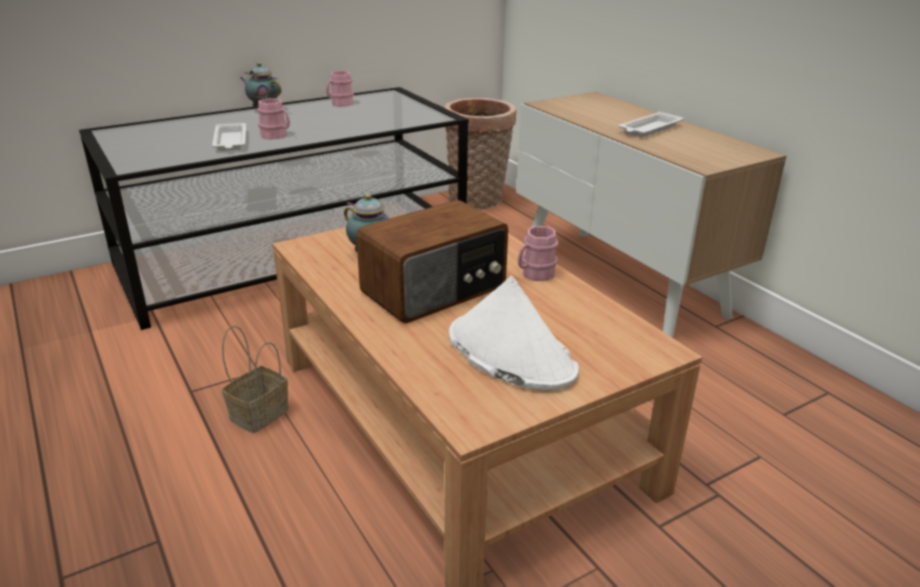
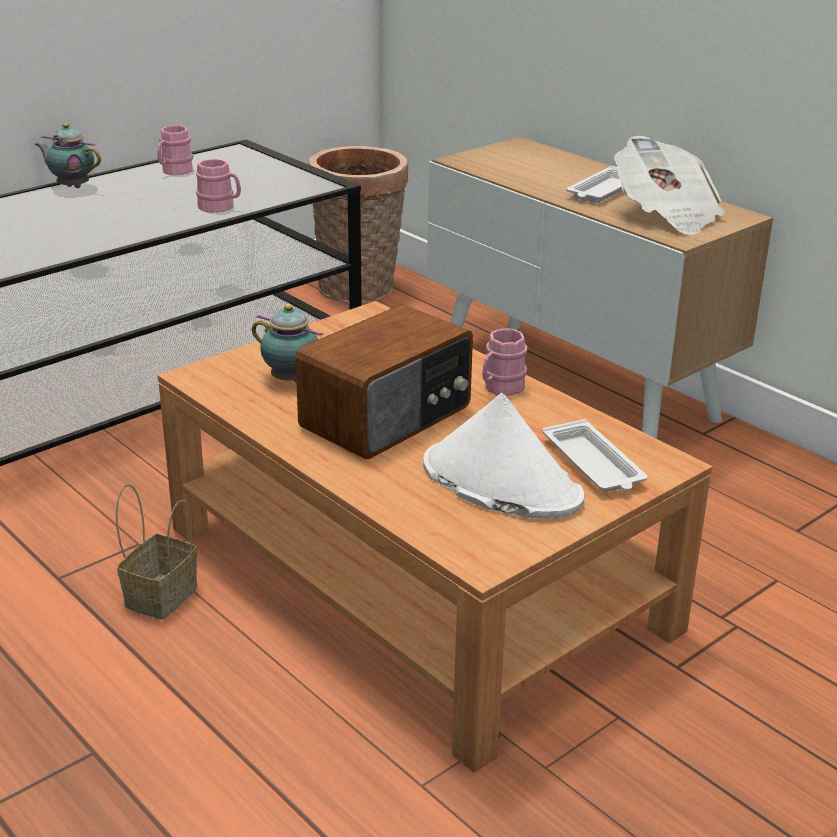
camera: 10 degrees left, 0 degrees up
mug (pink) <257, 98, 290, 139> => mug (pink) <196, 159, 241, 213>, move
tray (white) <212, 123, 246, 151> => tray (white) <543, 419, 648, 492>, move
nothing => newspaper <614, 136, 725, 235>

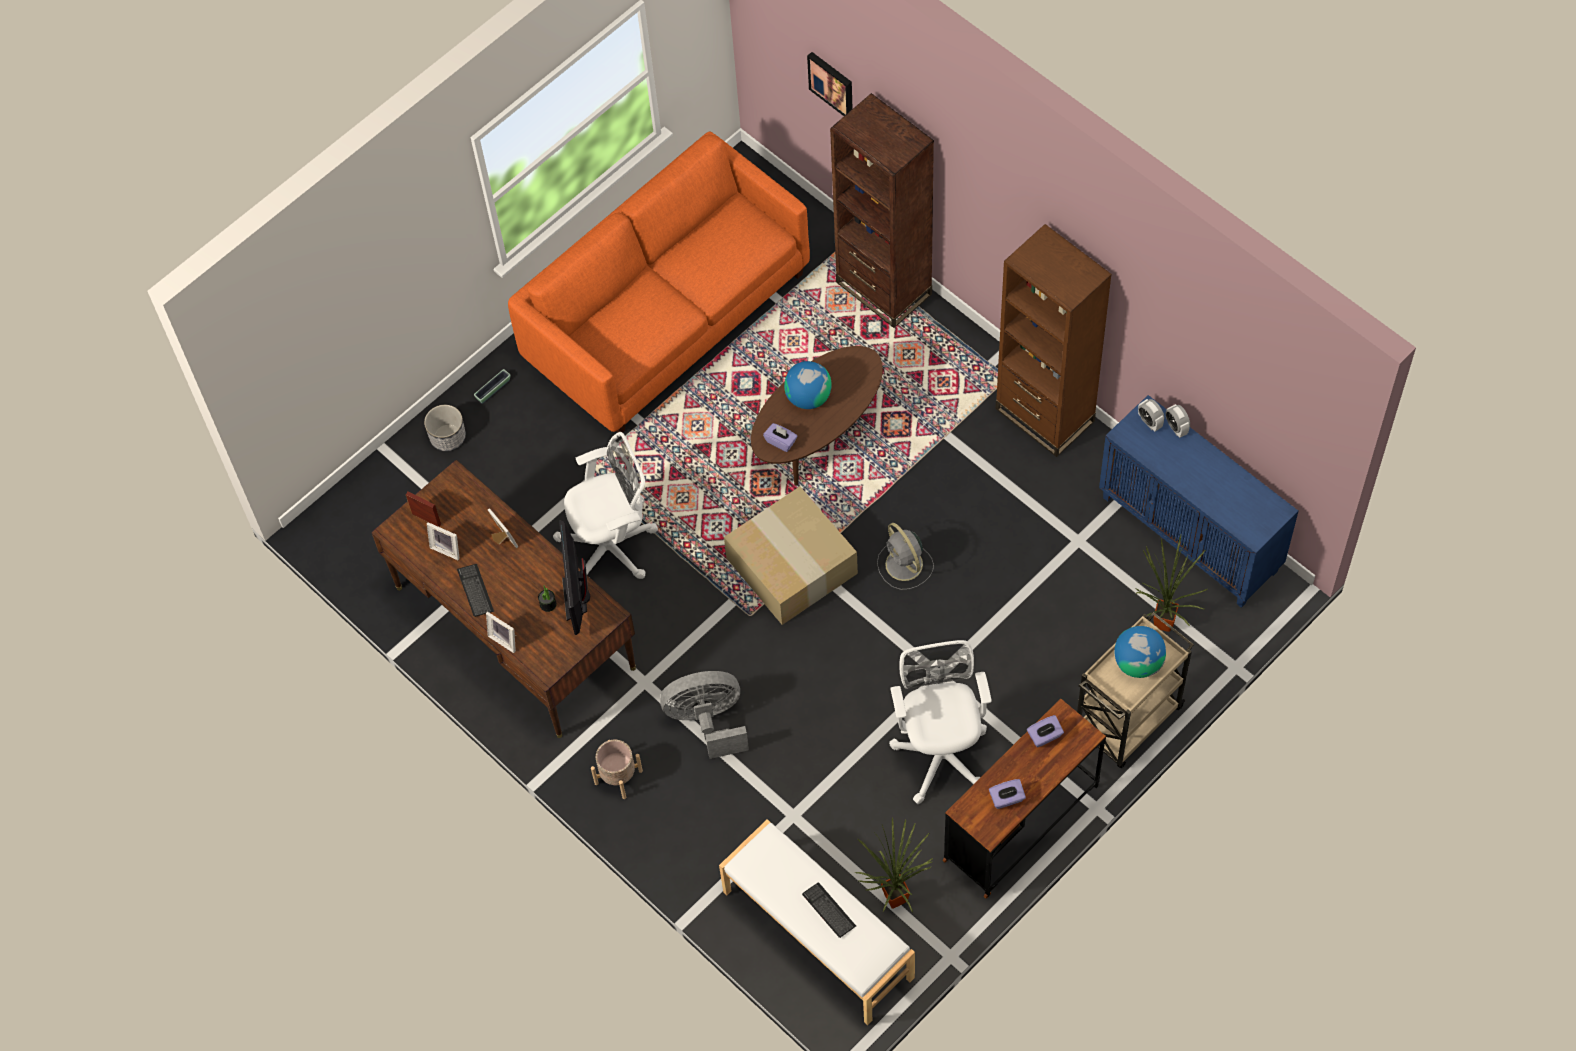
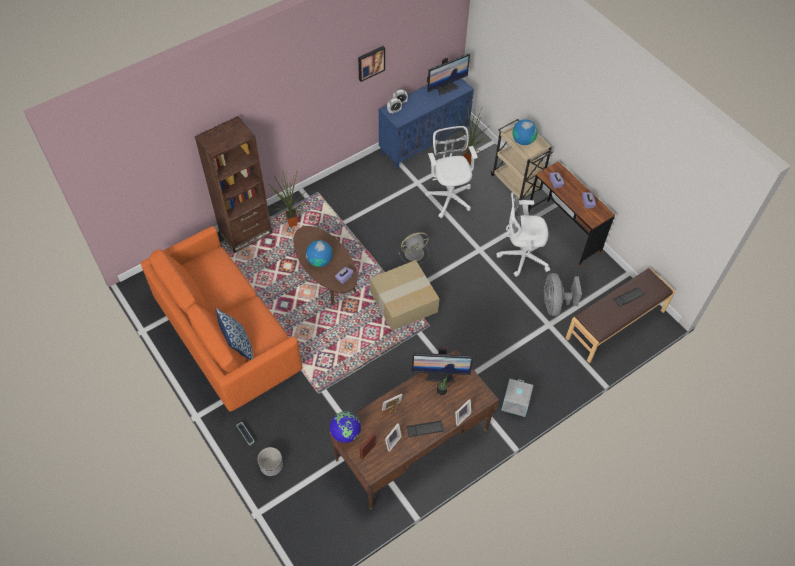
camera: 85 degrees left, 5 degrees down
picture <807, 52, 853, 116> => picture <358, 46, 385, 82>, move
bookcase (brown) <995, 224, 1112, 457> => nothing
office chair (white) <553, 432, 658, 579> => office chair (white) <425, 126, 478, 218>, move
fan (grey) <660, 671, 749, 759> => fan (grey) <544, 273, 582, 316>, move
planter (beige) <591, 740, 643, 799> => storage box (grey) <501, 379, 533, 417>
potted plant <855, 817, 933, 912> => potted plant <269, 169, 309, 227>, move
bench (white) <719, 819, 915, 1025> => bench (brown) <566, 268, 675, 363>
nothing => monitor <427, 54, 470, 95>
nothing => pillow <215, 308, 254, 360>
nothing => globe <330, 411, 361, 443>

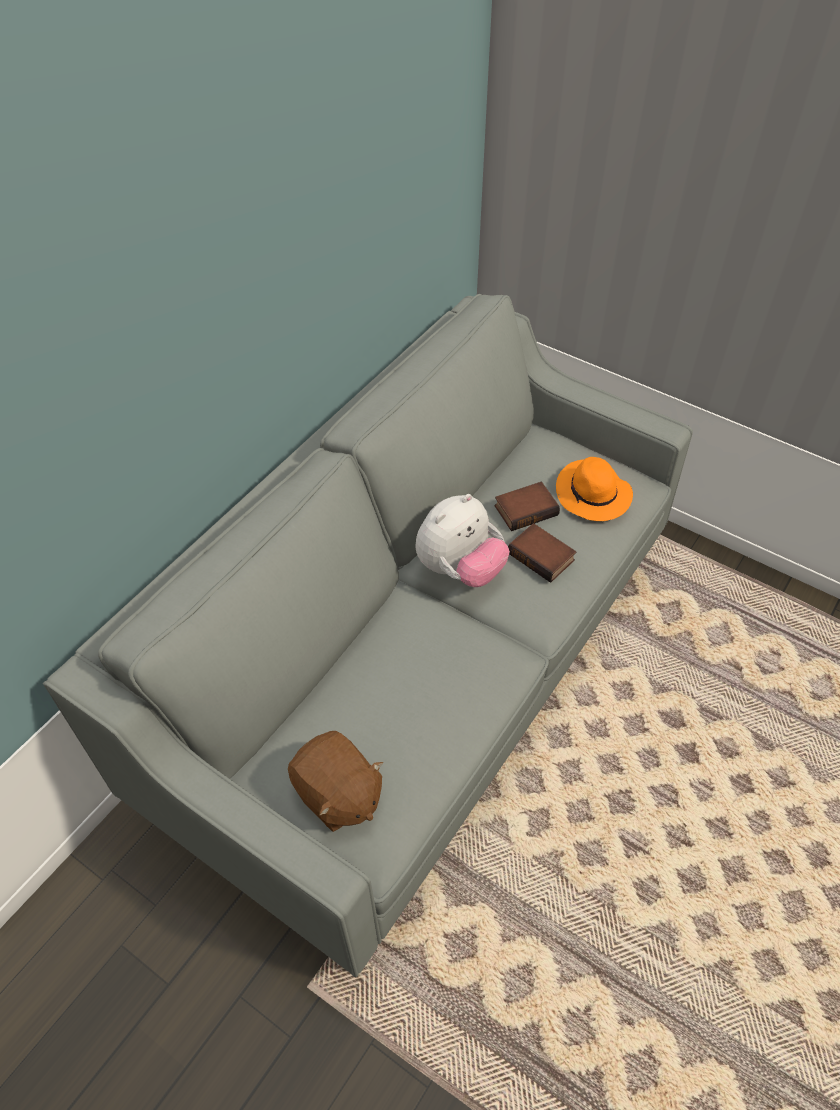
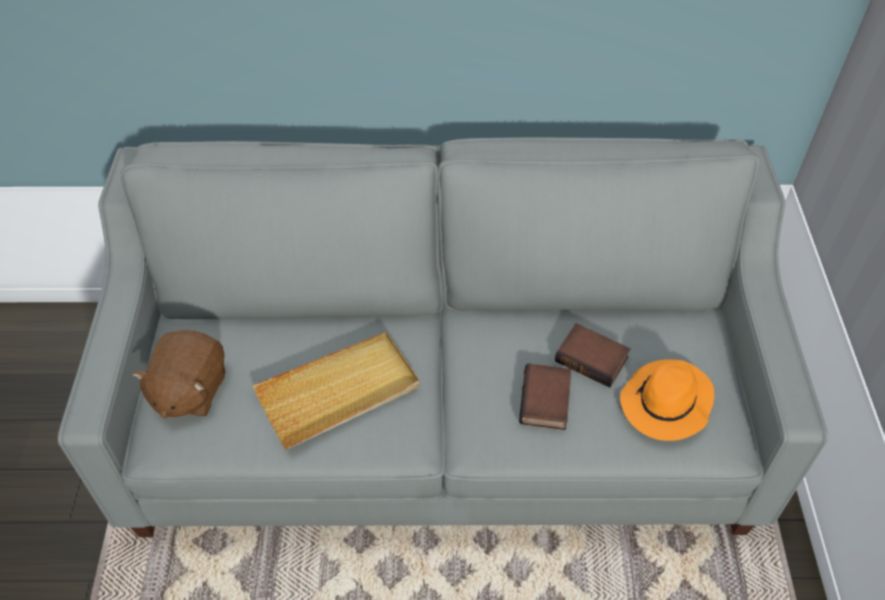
camera: 55 degrees right, 0 degrees up
plush toy <415, 494, 510, 587> => nothing
nothing => tray (beige) <253, 332, 419, 450>

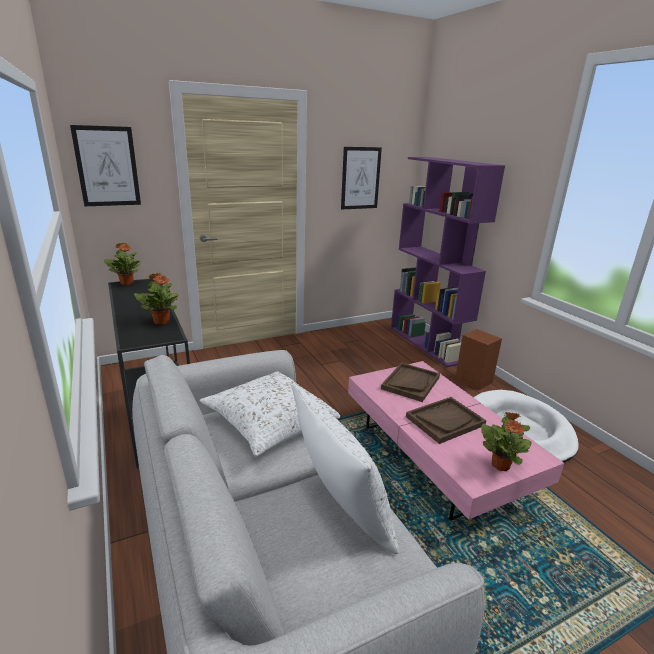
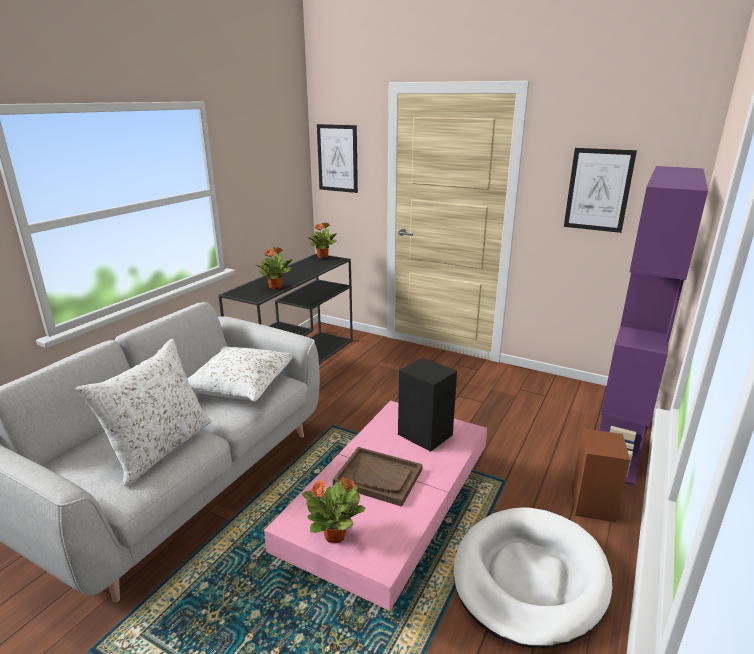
camera: 55 degrees right, 0 degrees up
tray (brown) <381, 363, 440, 402> => speaker (black) <398, 358, 457, 452>

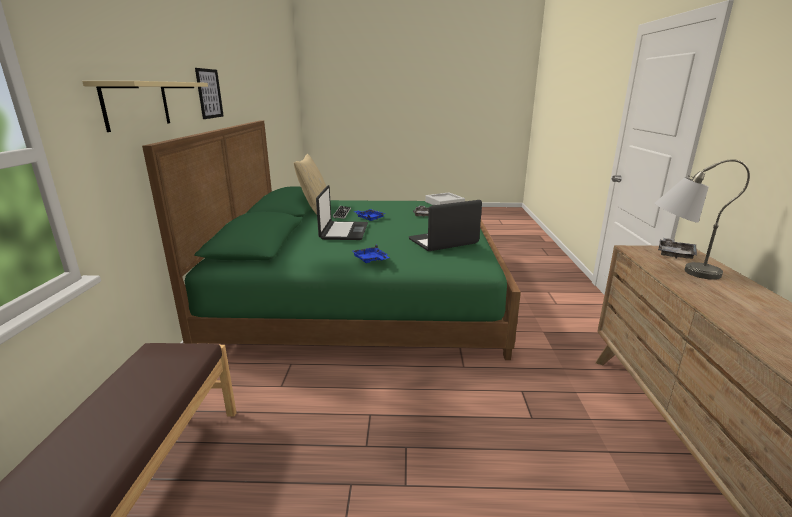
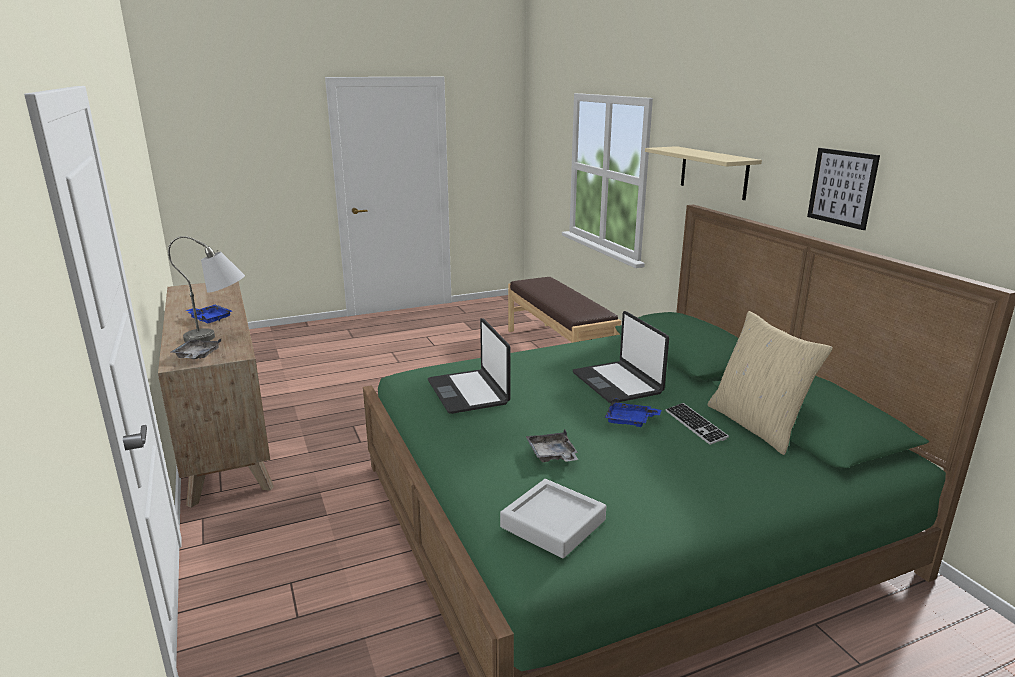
camera: 155 degrees right, 0 degrees up
laptop <409, 200, 482, 251> => laptop <428, 318, 511, 414>, 120 degrees clockwise
tray (blue) <352, 245, 389, 263> => tray (blue) <186, 305, 232, 323>, move

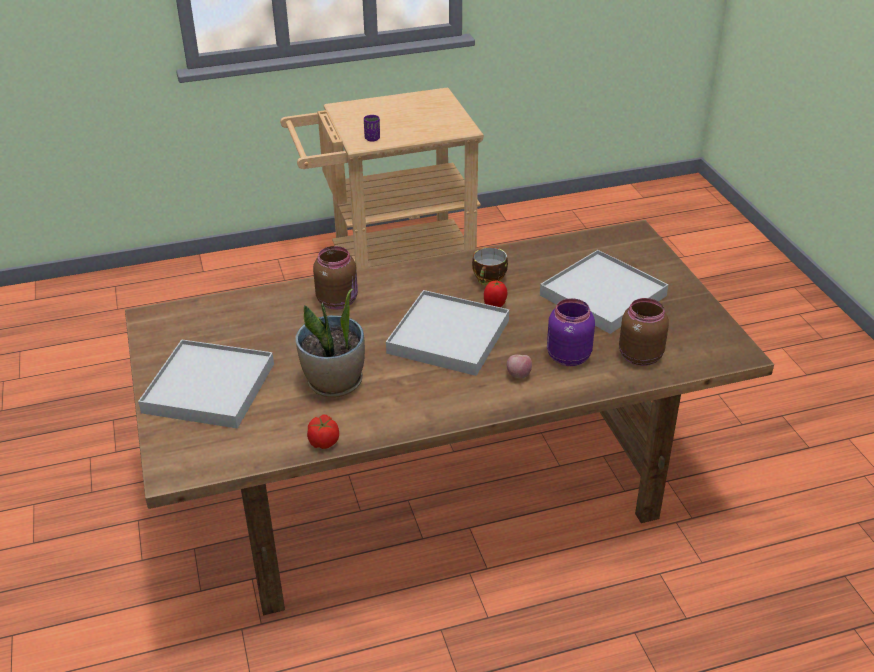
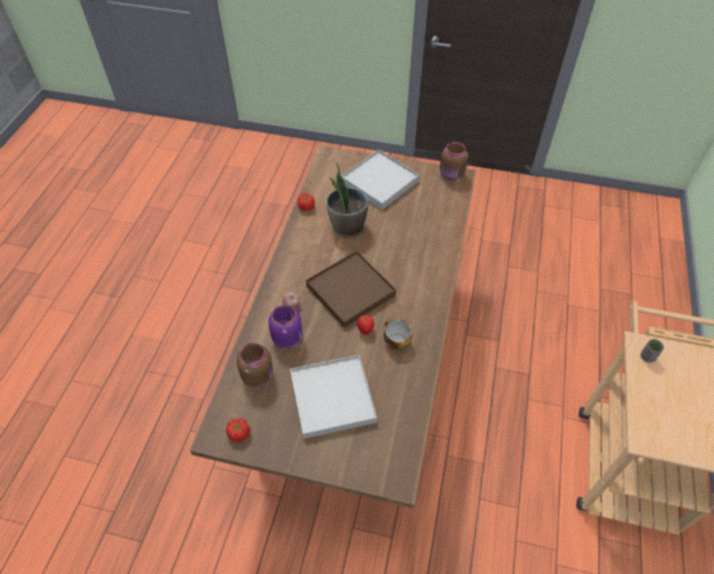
camera: 120 degrees right, 15 degrees up
cup (purple) <364, 115, 380, 142> => cup (grey) <640, 339, 664, 363>
jar (brown) <313, 246, 358, 310> => jar (brown) <440, 142, 468, 181>, move
tray (white) <386, 290, 509, 376> => tray (brown) <306, 251, 396, 328>
nothing => tomato <226, 418, 251, 442>

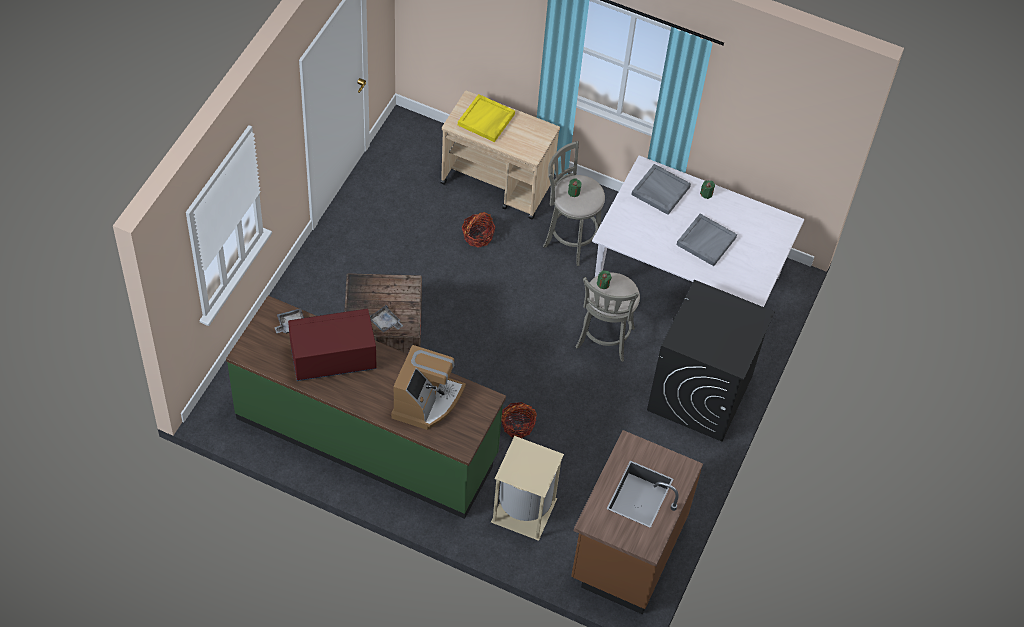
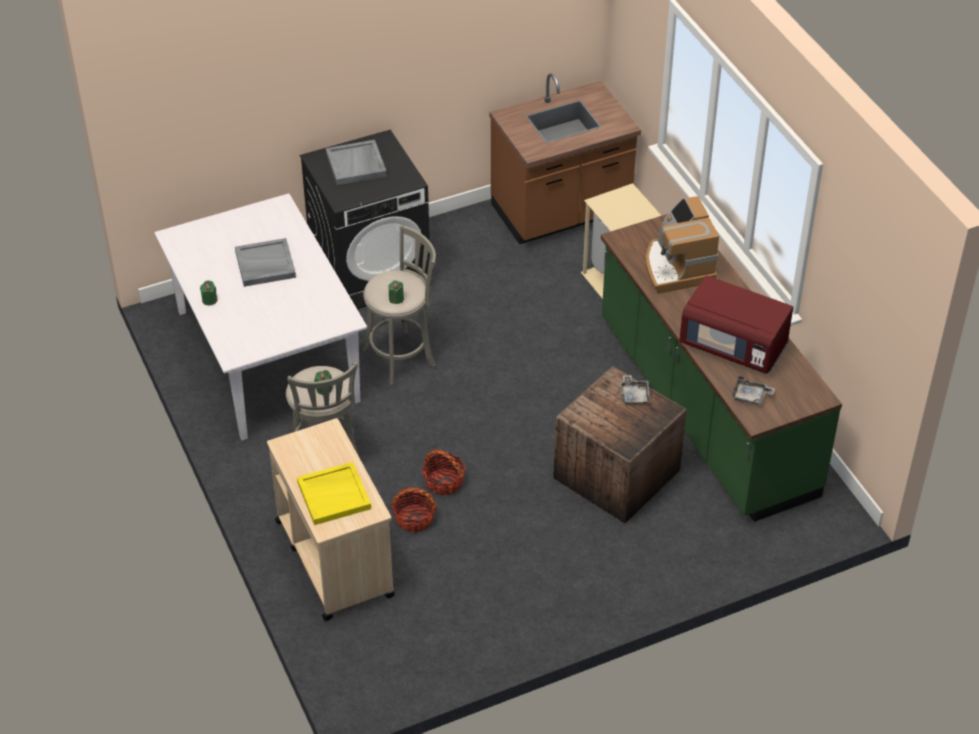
camera: 135 degrees left, 10 degrees down
tray (grey) <631, 164, 691, 215> => tray (grey) <326, 140, 387, 185>, move
coffee machine <391, 345, 466, 430> => coffee machine <646, 196, 719, 294>, 75 degrees counterclockwise
basket <501, 402, 537, 438> => basket <422, 449, 466, 496>, move

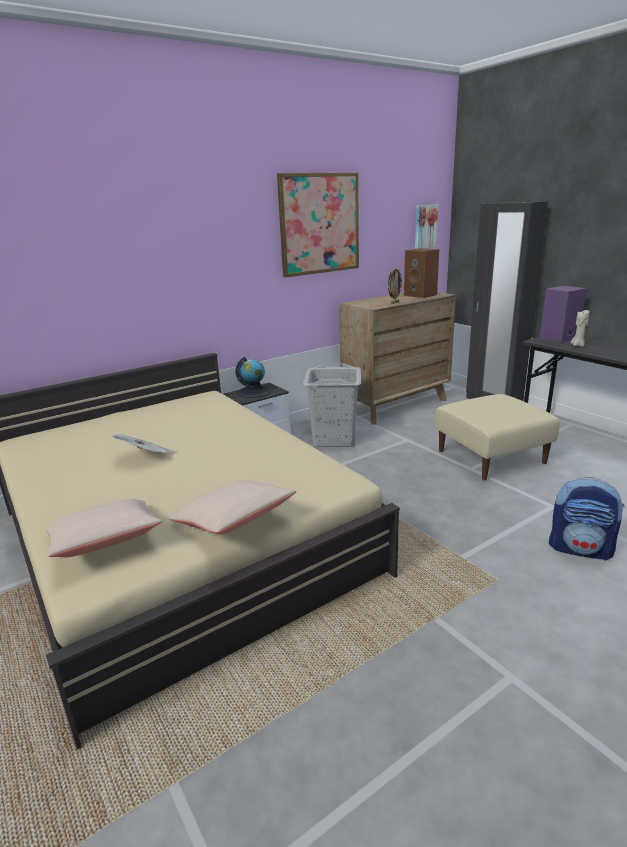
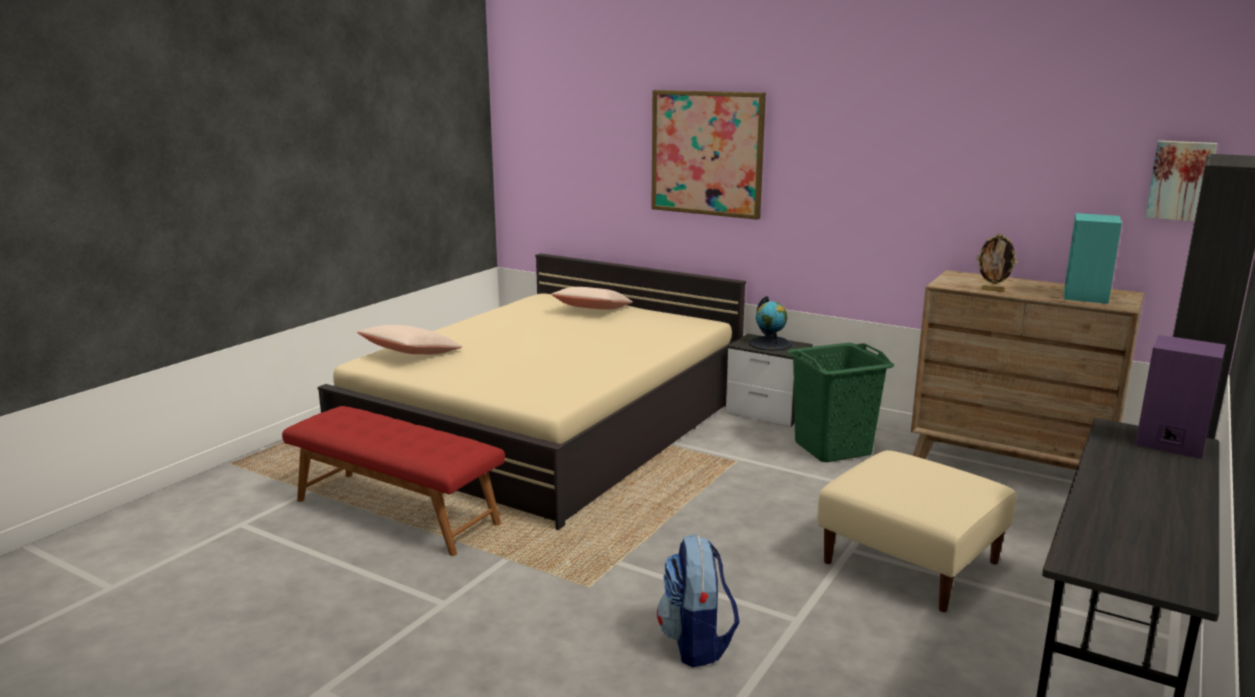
camera: 65 degrees right, 5 degrees down
picture <277, 172, 359, 277> => picture <651, 90, 766, 220>, move
speaker (brown) <404, 248, 439, 298> => speaker (turquoise) <1064, 213, 1122, 304>
candle (beige) <571, 310, 589, 347> => nothing
laundry basket (grey) <303, 363, 361, 447> => laundry basket (green) <787, 342, 894, 462>
newspaper <112, 434, 175, 453> => nothing
pillow (beige) <169, 480, 297, 534> => pillow (beige) <551, 287, 633, 310>, move
nothing => bench (red) <282, 406, 505, 556>

